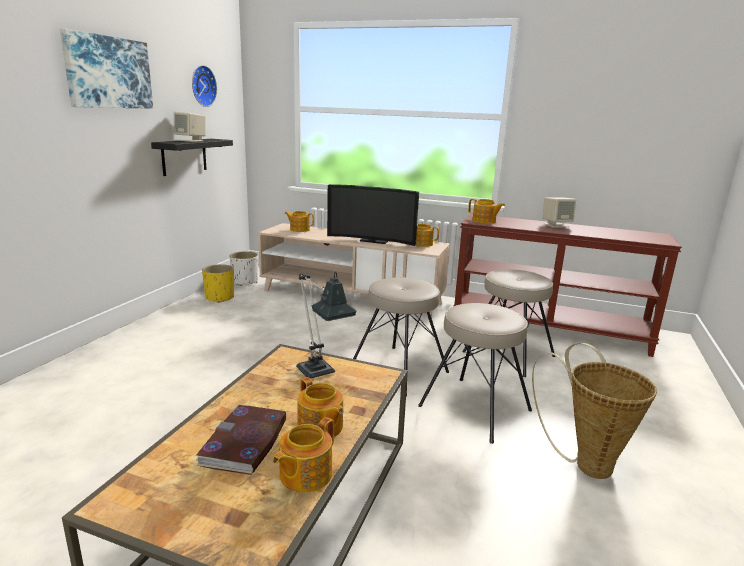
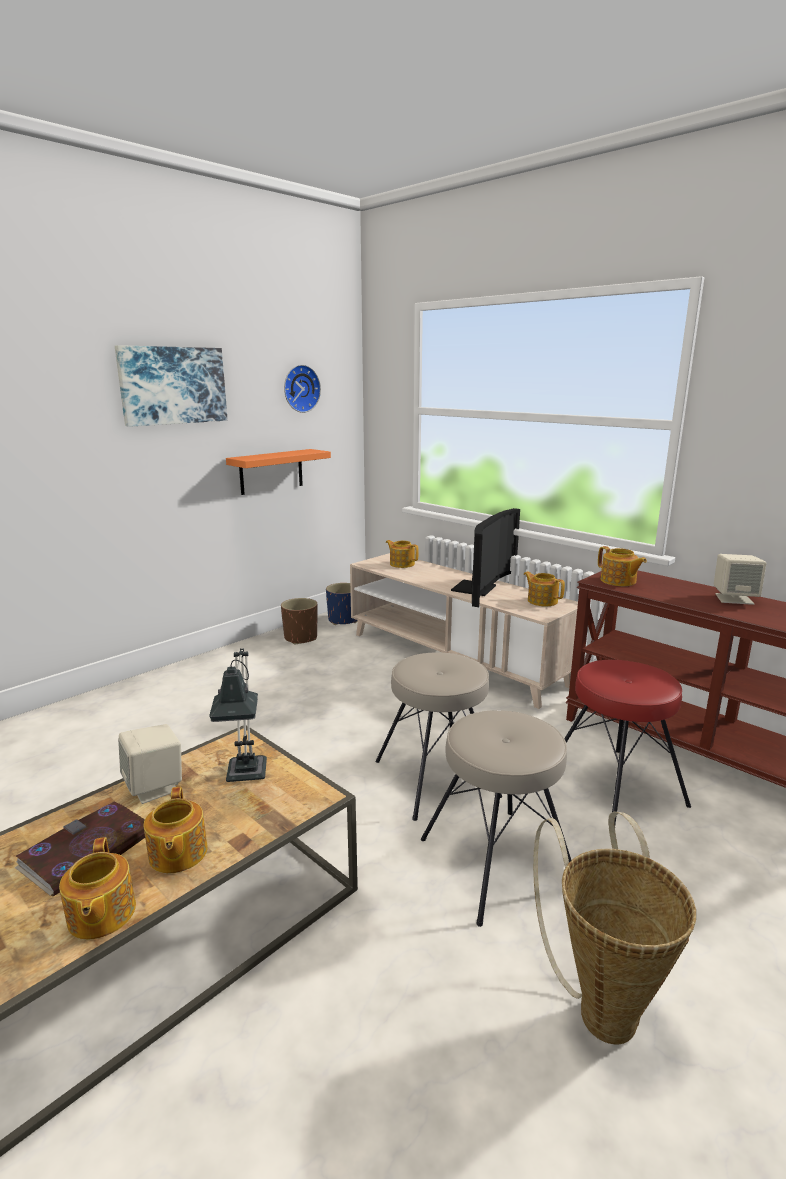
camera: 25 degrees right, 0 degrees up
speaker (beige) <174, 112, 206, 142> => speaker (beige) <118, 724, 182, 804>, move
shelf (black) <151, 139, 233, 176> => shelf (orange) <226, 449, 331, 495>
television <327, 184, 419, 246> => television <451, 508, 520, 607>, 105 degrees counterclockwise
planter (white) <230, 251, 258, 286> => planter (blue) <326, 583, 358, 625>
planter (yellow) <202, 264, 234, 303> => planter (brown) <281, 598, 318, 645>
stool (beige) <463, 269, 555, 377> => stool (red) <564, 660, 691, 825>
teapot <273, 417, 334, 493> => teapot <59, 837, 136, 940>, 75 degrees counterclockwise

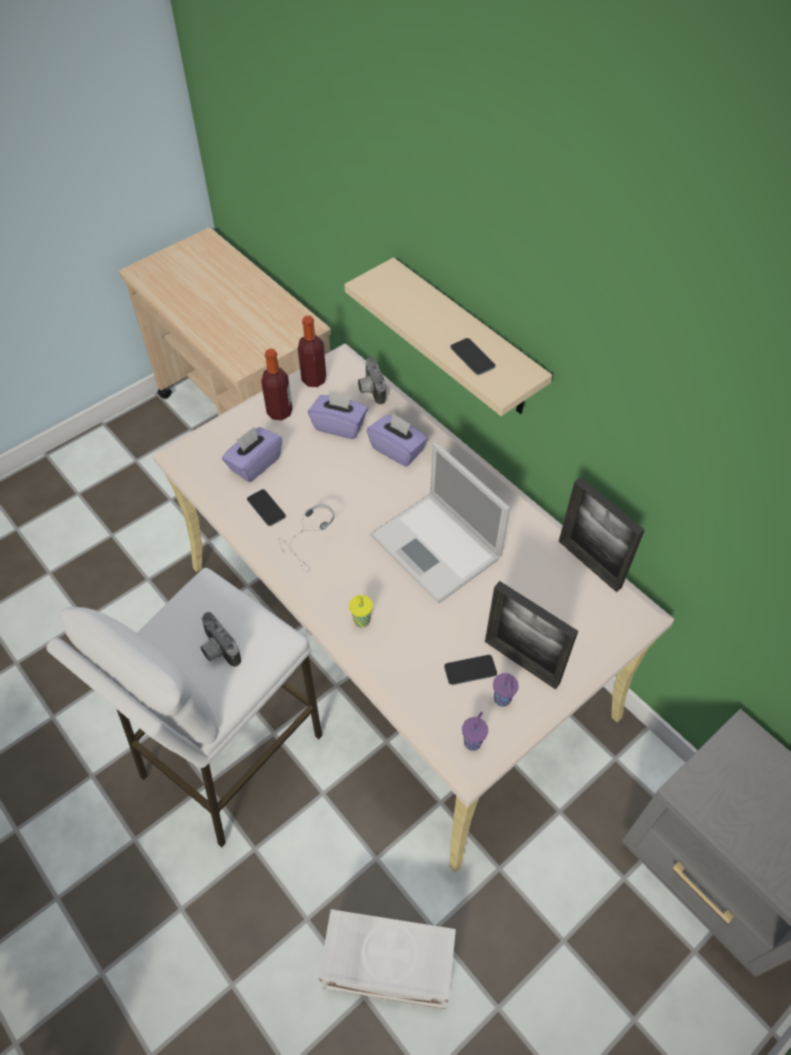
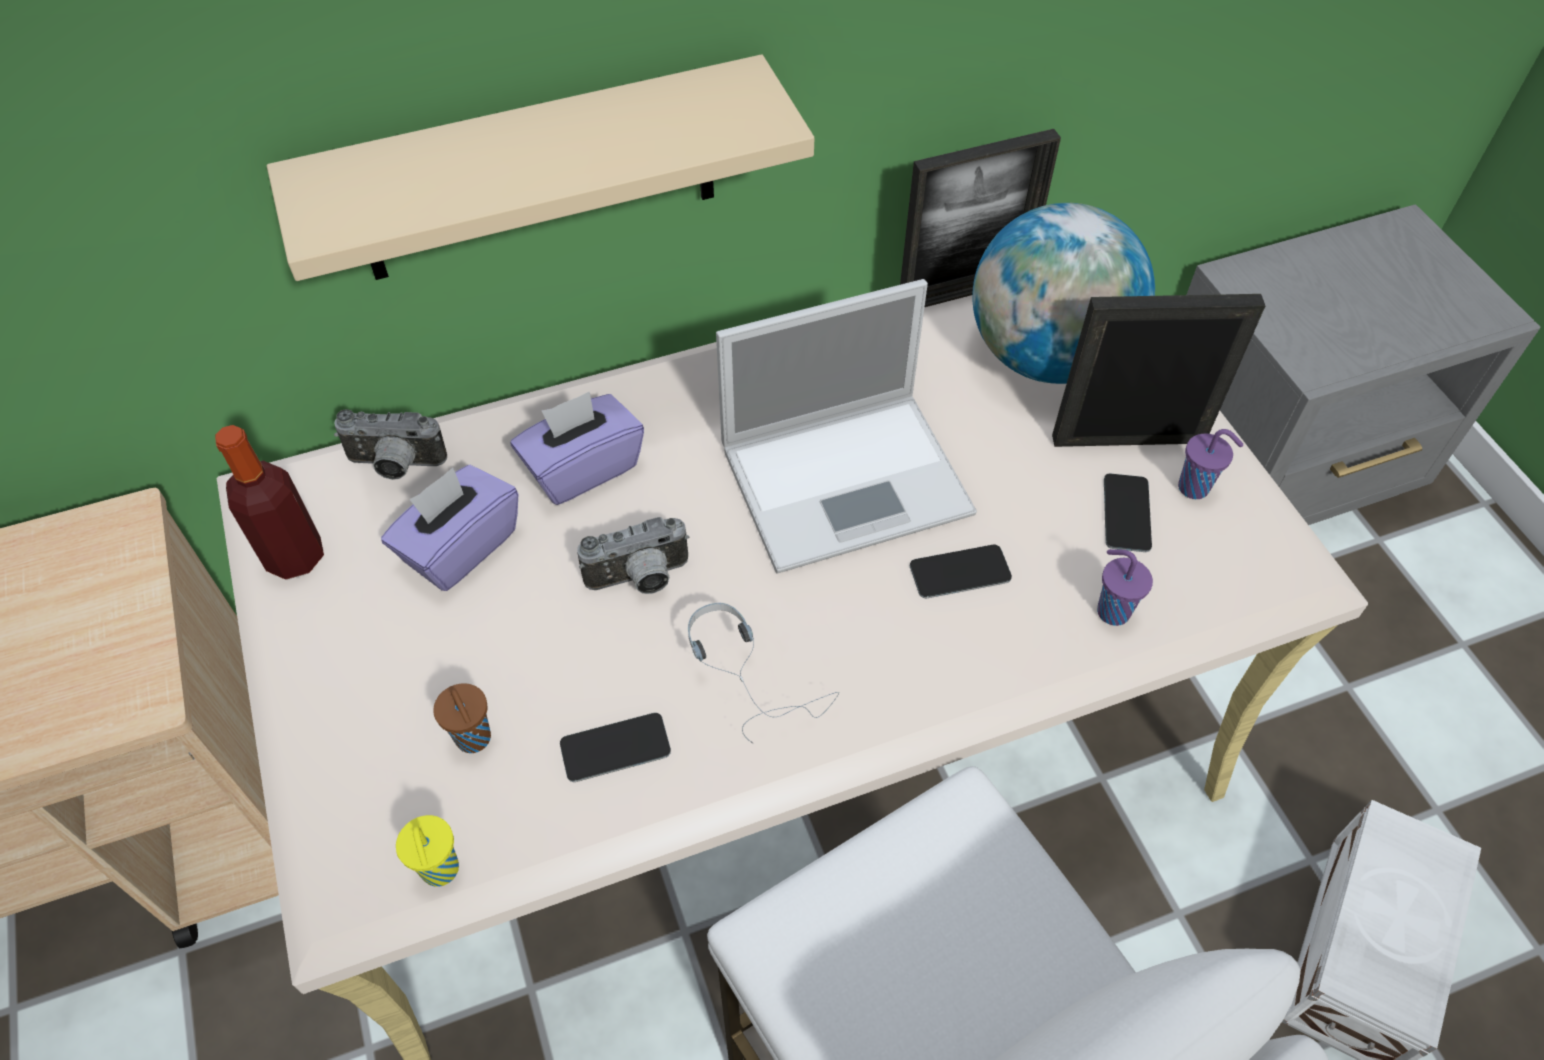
camera: 70 degrees left, 0 degrees up
phone <450, 338, 496, 375> => phone <910, 544, 1012, 598>, move
bottle <261, 349, 292, 420> => nothing
tissue box (purple) <222, 427, 282, 482> => cup (brown) <433, 683, 491, 753>
picture frame <485, 581, 578, 690> => picture frame <1052, 294, 1265, 447>, 150 degrees counterclockwise
cup (yellow) <349, 595, 373, 628> => cup (yellow) <396, 815, 459, 887>, move
photo camera <200, 612, 241, 667> => photo camera <577, 517, 689, 594>, move
cup (purple) <462, 712, 488, 751> => cup (purple) <1097, 549, 1153, 626>, move
nothing => globe <972, 203, 1155, 384>

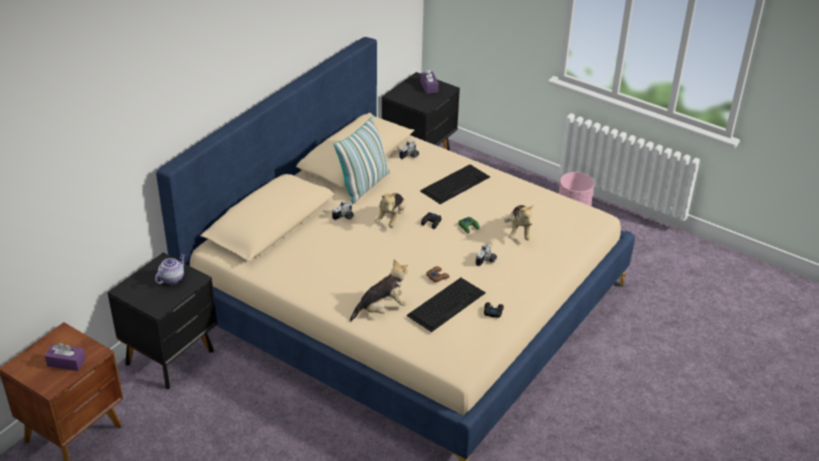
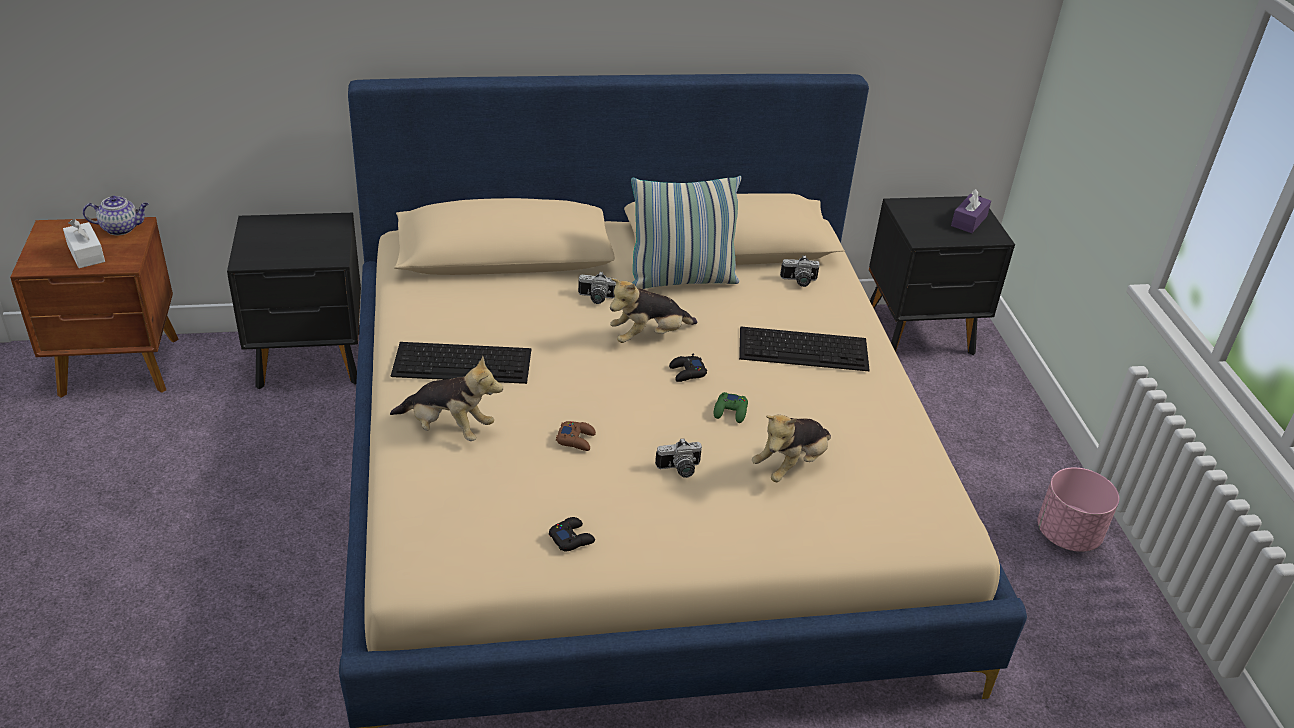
camera: 45 degrees right, 0 degrees up
teapot <155, 254, 185, 285> => teapot <83, 196, 149, 235>, move
keyboard <407, 278, 486, 332> => keyboard <391, 342, 532, 384>, move
tissue box (purple) <45, 343, 86, 371> => tissue box (white) <63, 219, 105, 268>

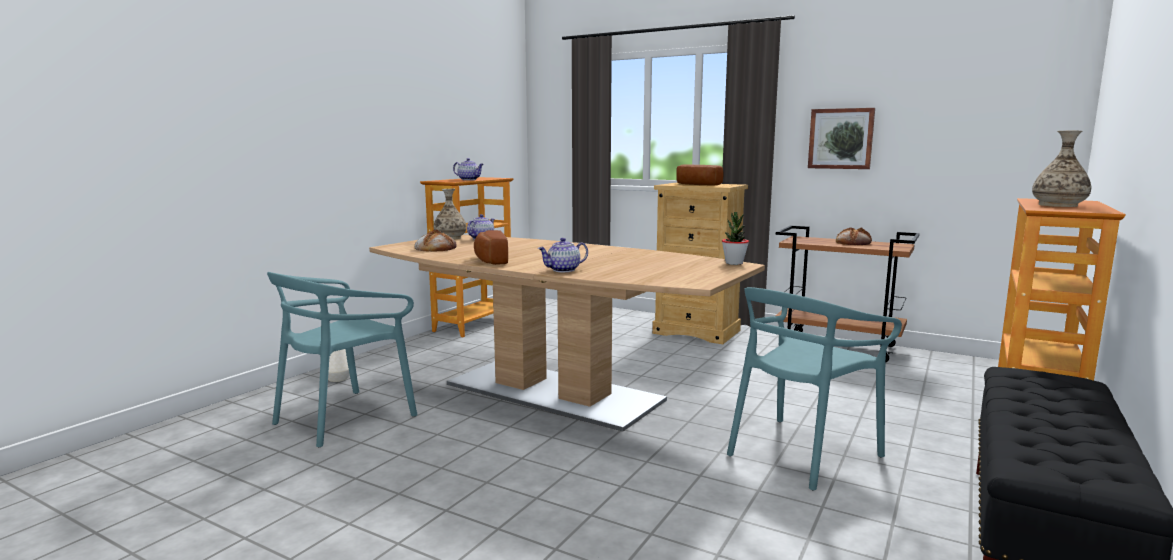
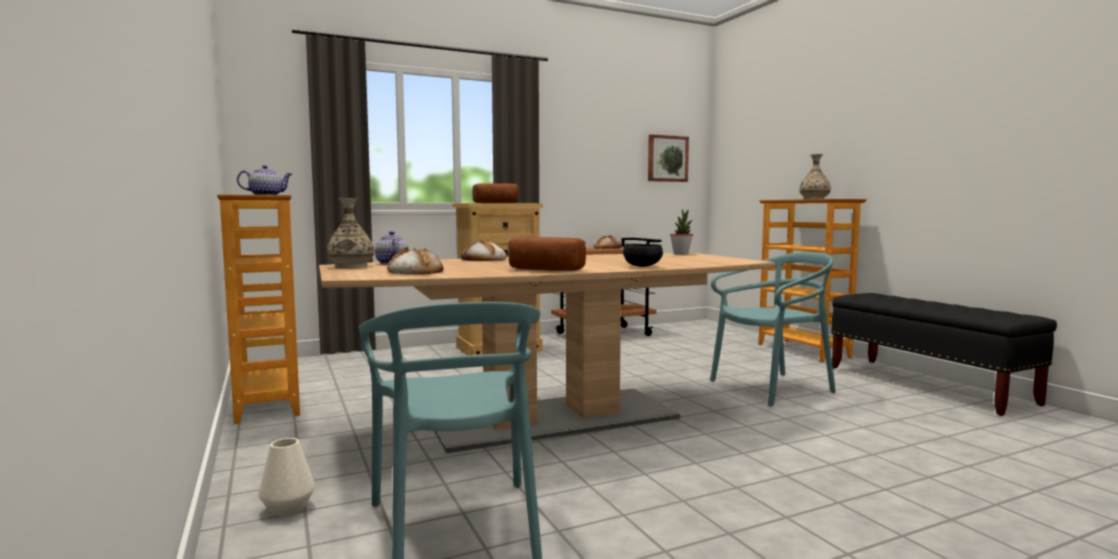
camera: 55 degrees left, 5 degrees down
picture <808, 108, 875, 169> => picture <648, 134, 689, 182>, move
teapot <538, 238, 588, 272> => bowl (black) <623, 244, 663, 267>
chair (turquoise) <727, 287, 902, 490> => chair (turquoise) <710, 252, 836, 407>, 105 degrees counterclockwise
nothing => bread <461, 240, 506, 261>

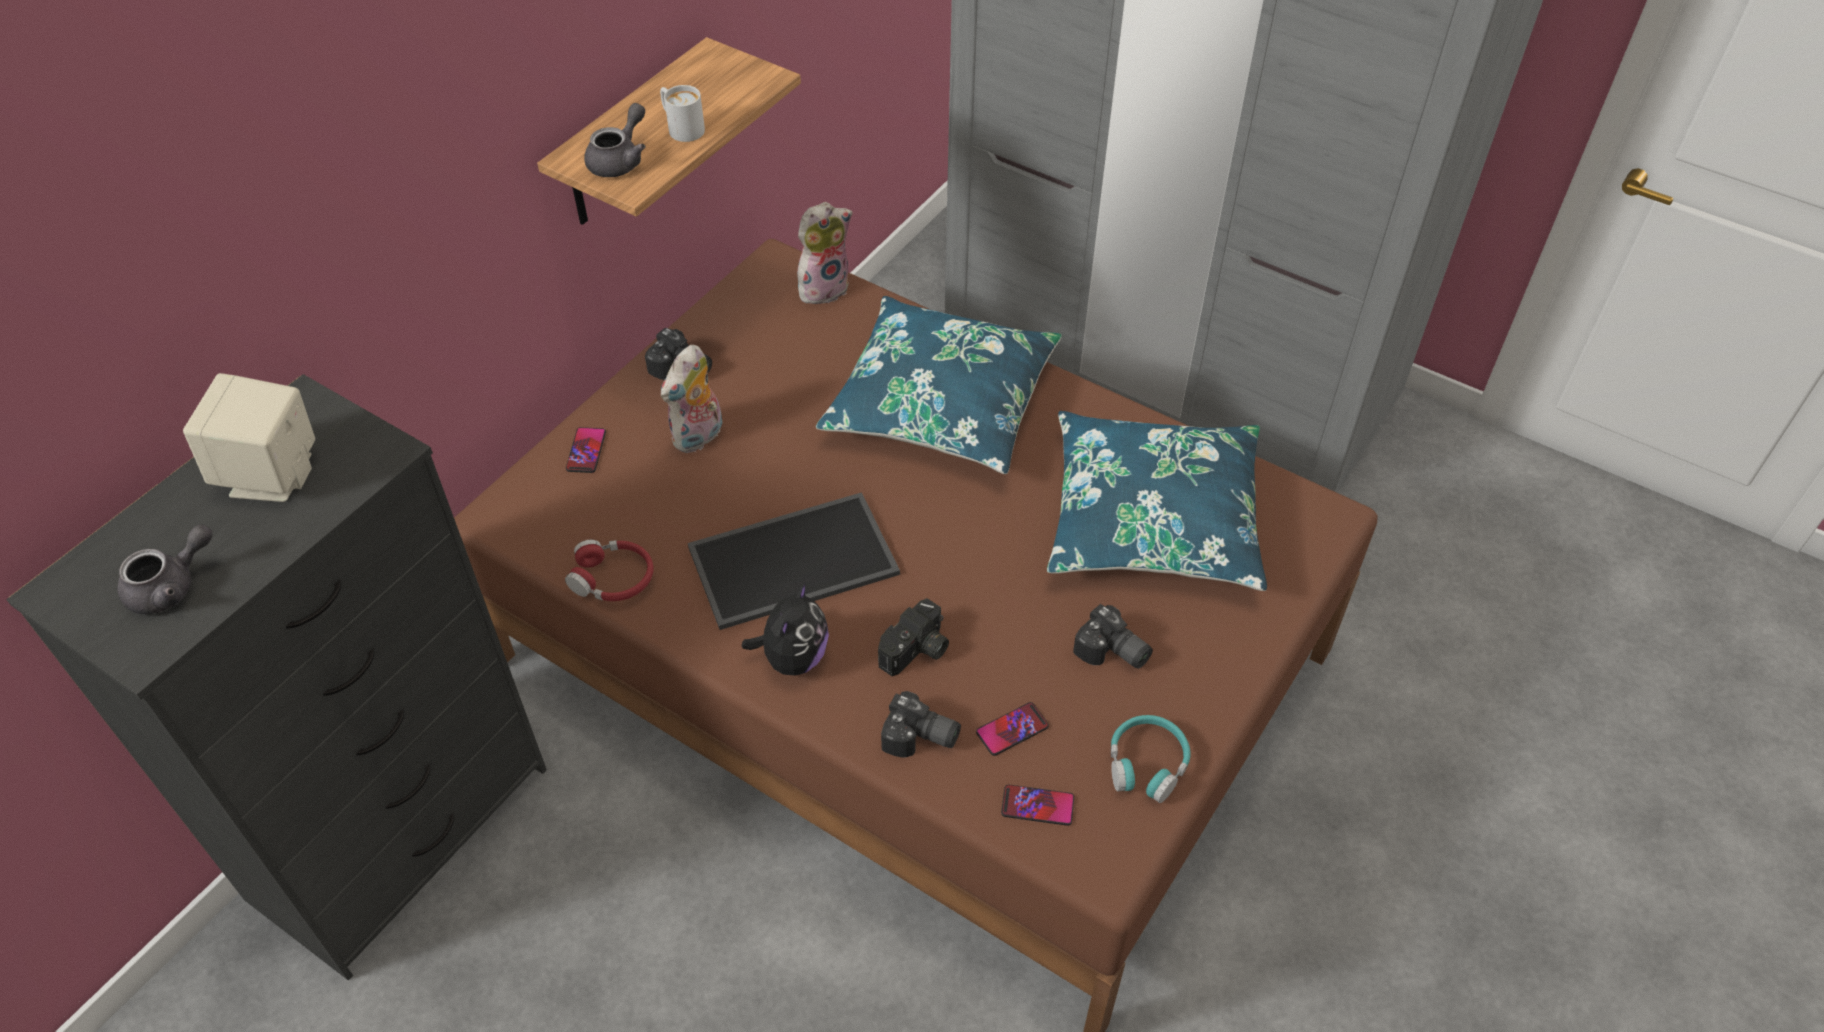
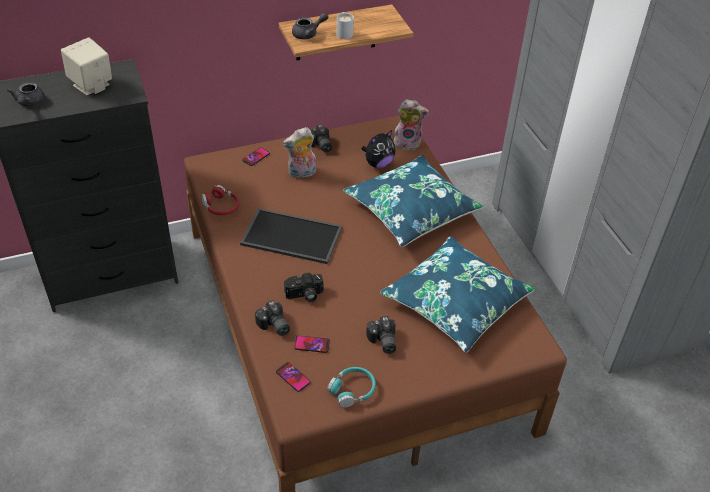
camera: 35 degrees right, 5 degrees down
teapot (grey) <118, 525, 213, 614> => teapot (grey) <7, 82, 45, 107>, 90 degrees clockwise
plush toy <742, 582, 829, 676> => plush toy <362, 130, 395, 168>, move

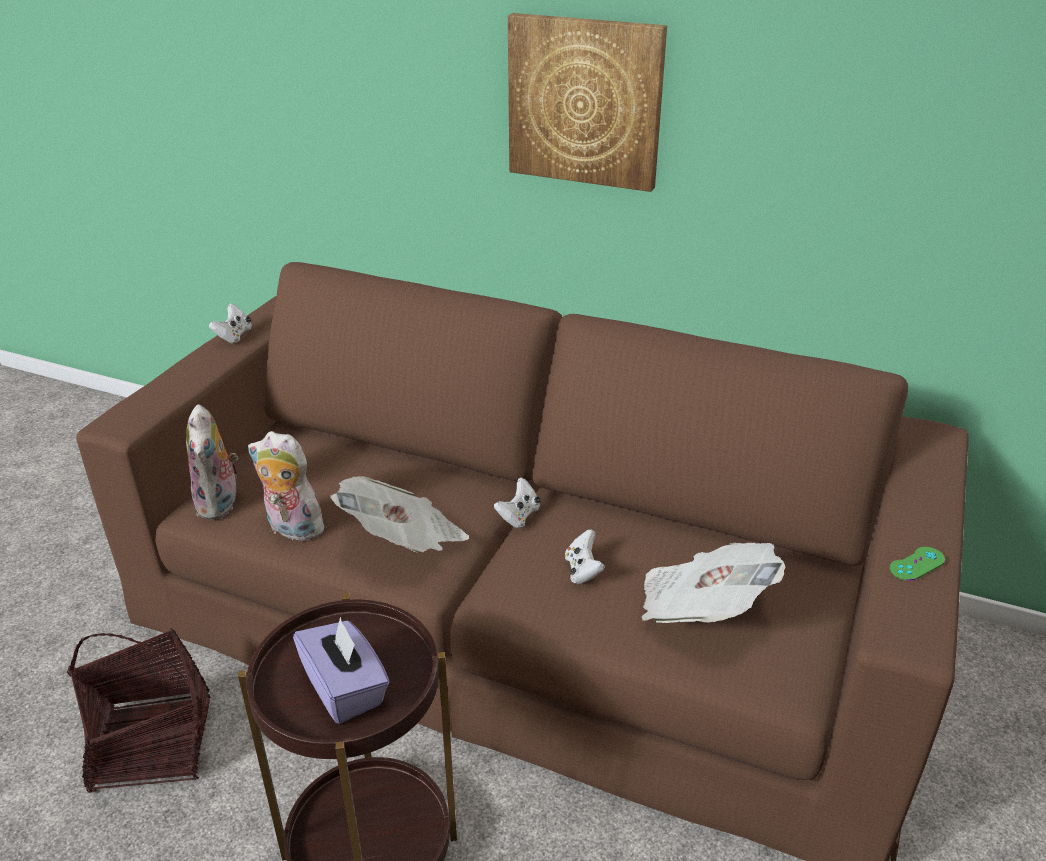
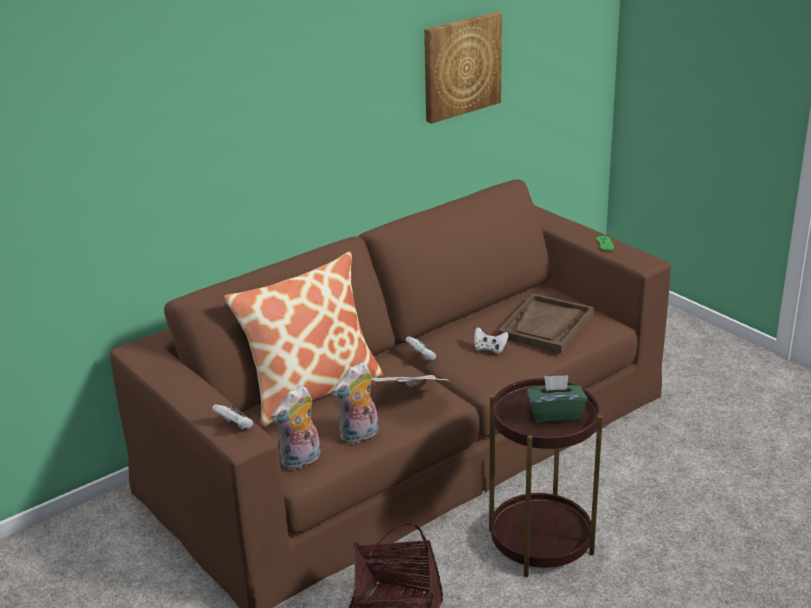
camera: 60 degrees left, 5 degrees down
picture <508, 13, 667, 192> => picture <424, 12, 502, 124>, move
game controller (white) <209, 303, 252, 344> => game controller (white) <212, 404, 253, 430>, move
plush toy <186, 404, 238, 520> => plush toy <271, 385, 320, 470>, 120 degrees clockwise
newspaper <642, 543, 785, 623> => tray (brown) <498, 294, 593, 353>
tissue box (purple) <293, 617, 390, 724> => tissue box (green) <527, 375, 587, 423>
nothing => pillow <224, 251, 383, 427>

